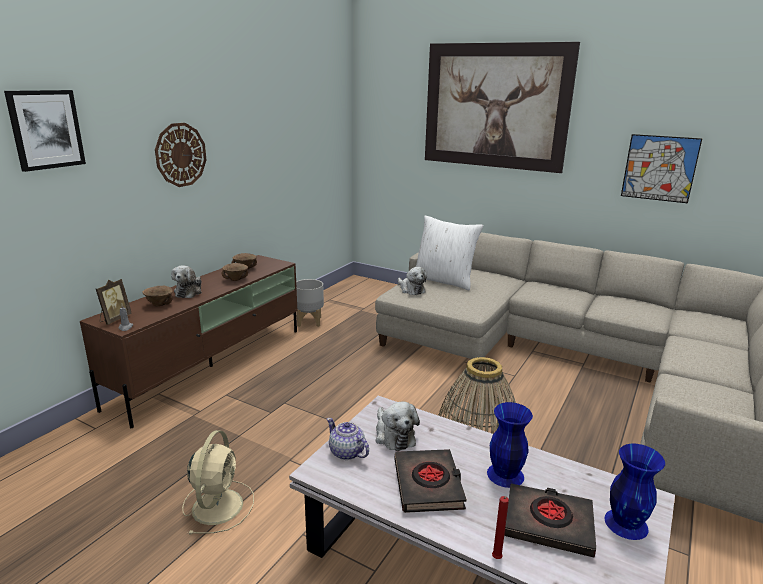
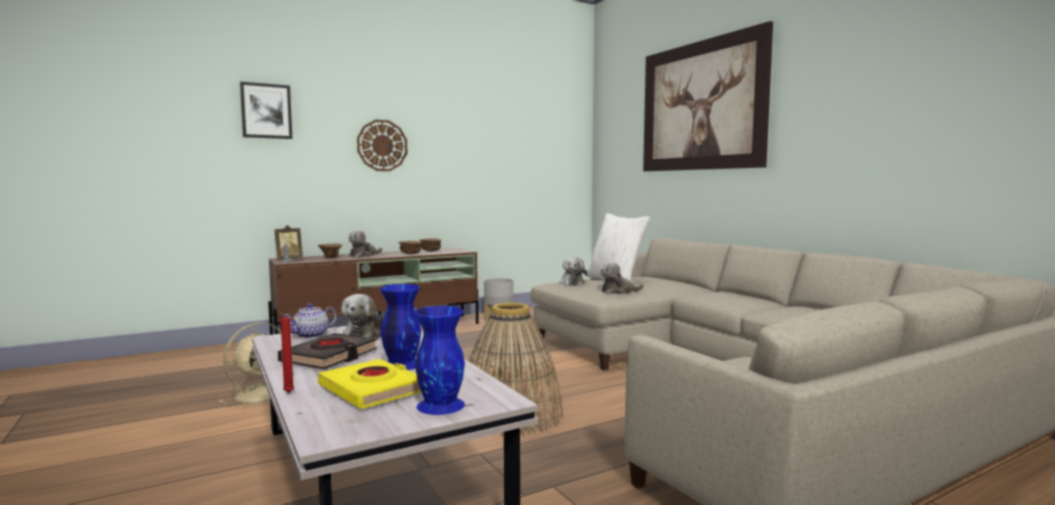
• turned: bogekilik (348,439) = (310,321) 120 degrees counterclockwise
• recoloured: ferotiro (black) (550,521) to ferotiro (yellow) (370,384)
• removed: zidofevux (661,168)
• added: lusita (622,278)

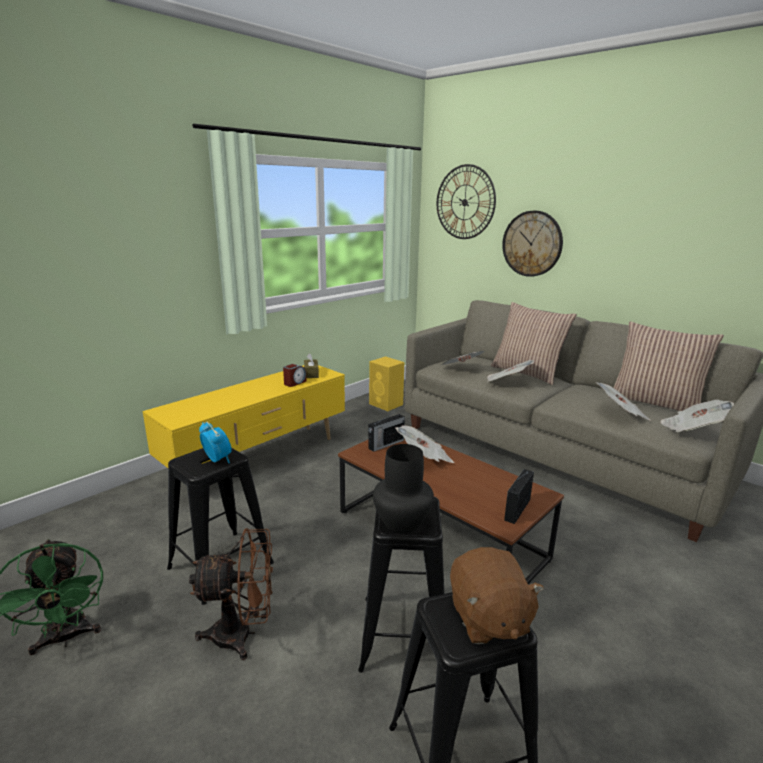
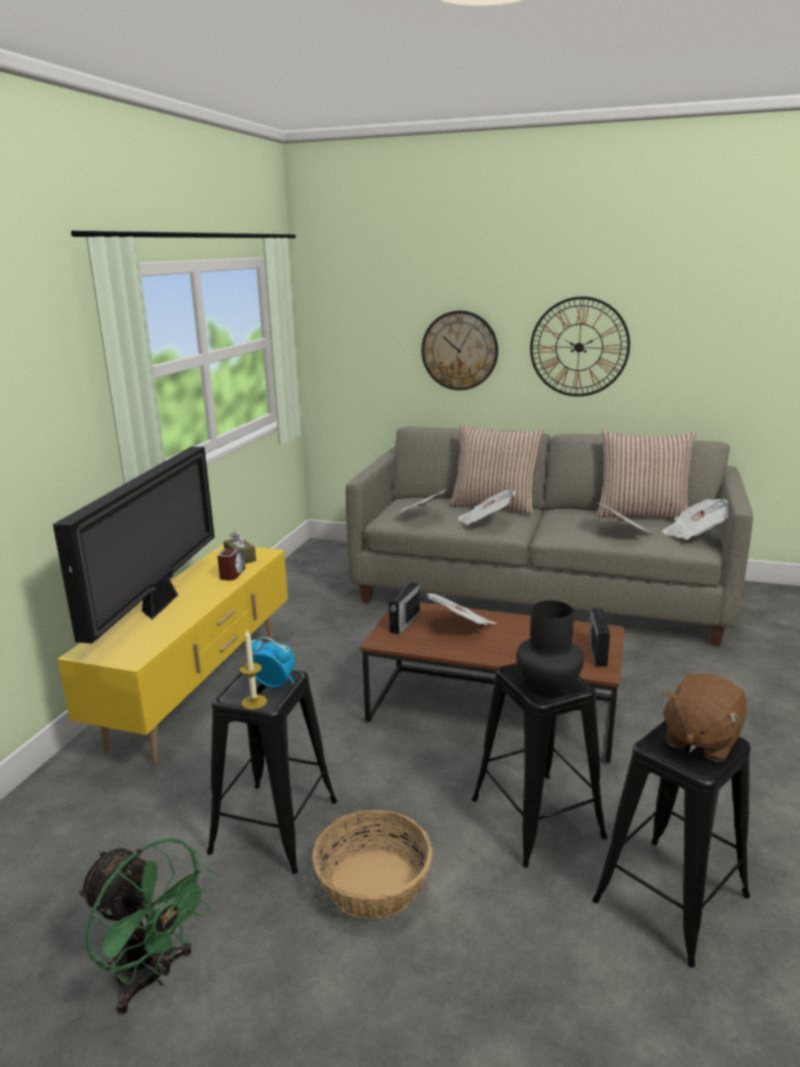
• replaced: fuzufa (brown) (231,594) to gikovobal (372,865)
• removed: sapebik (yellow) (386,383)
• moved: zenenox (466,201) to (580,346)
• turned: lusita (brown) (497,595) = (704,717) 75 degrees clockwise
• added: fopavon (134,545)
• added: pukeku (253,670)

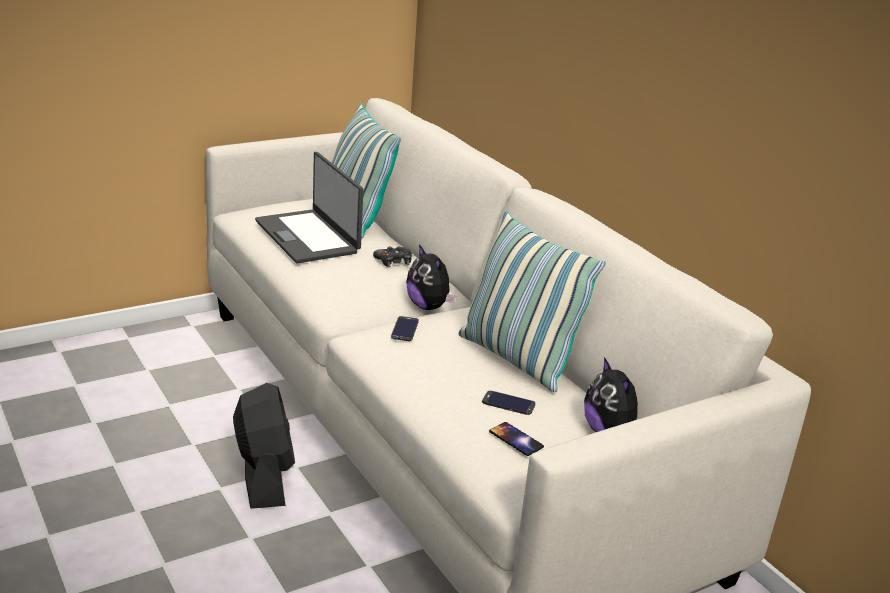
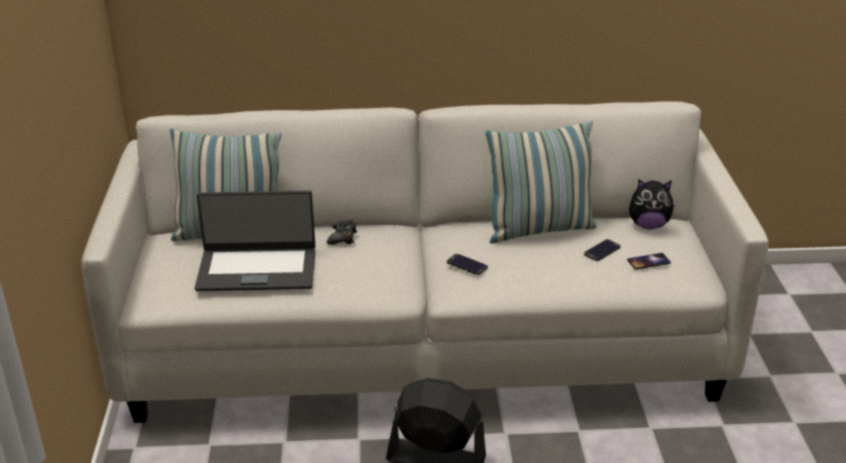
• removed: lusita (431,277)

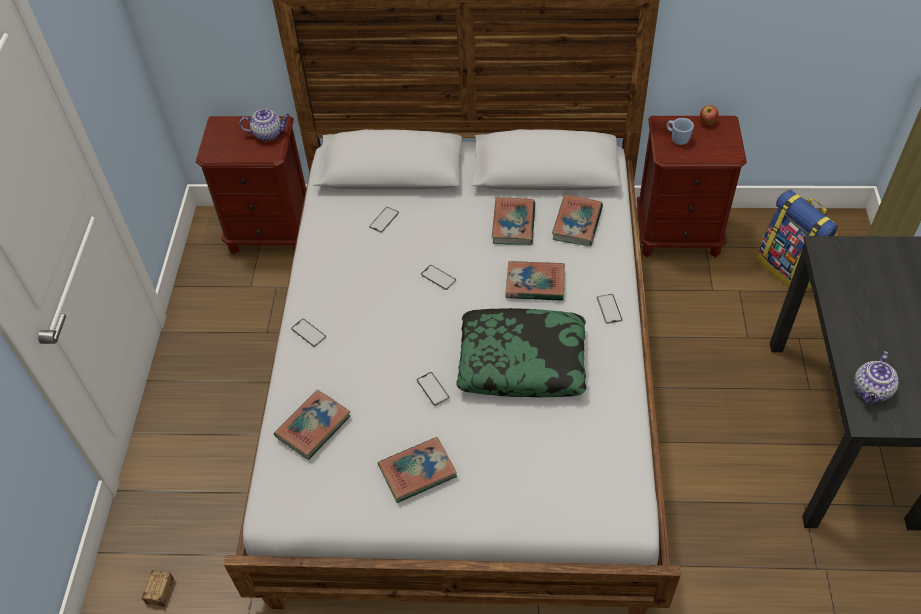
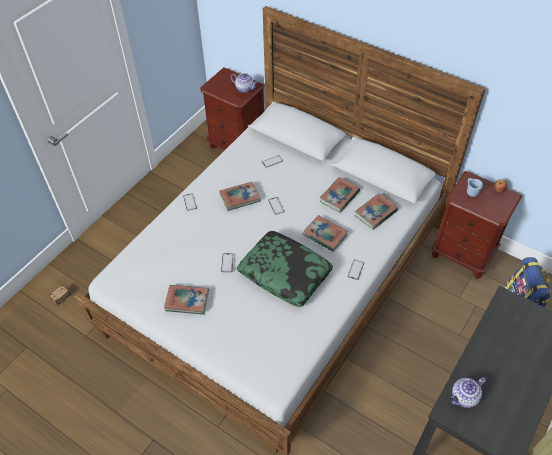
• moved: ferotiro (312,425) to (239,196)

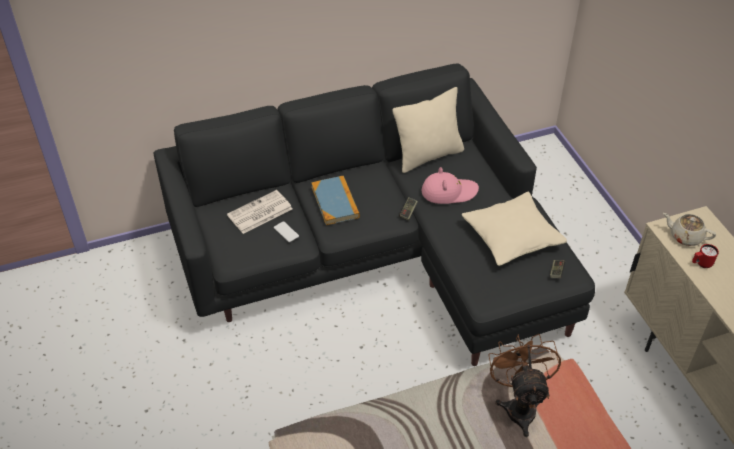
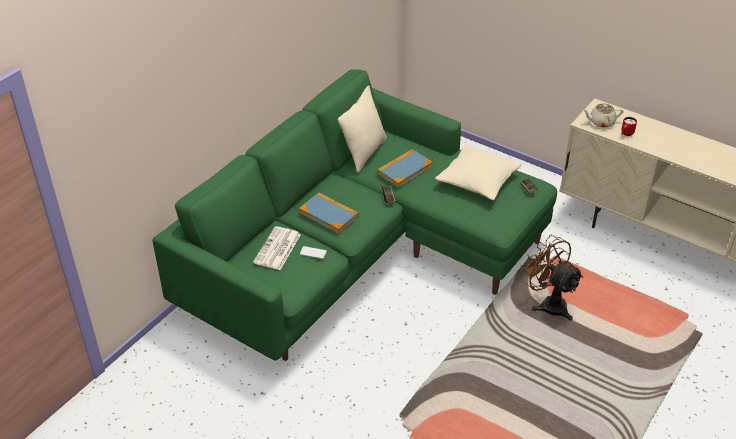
• recoloured: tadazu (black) (374,214) to tadazu (green) (355,215)
• replaced: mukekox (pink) (450,185) to ferotiro (405,168)

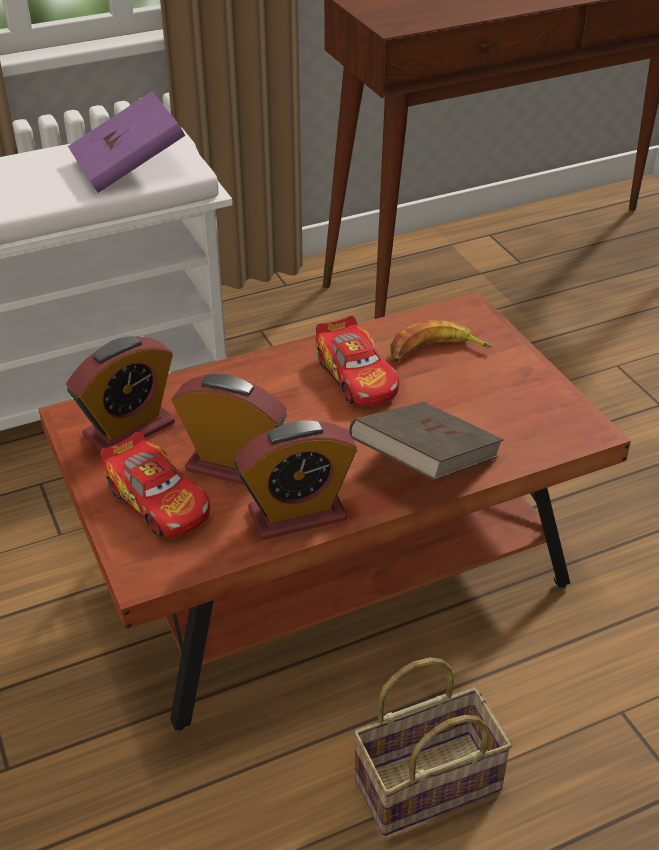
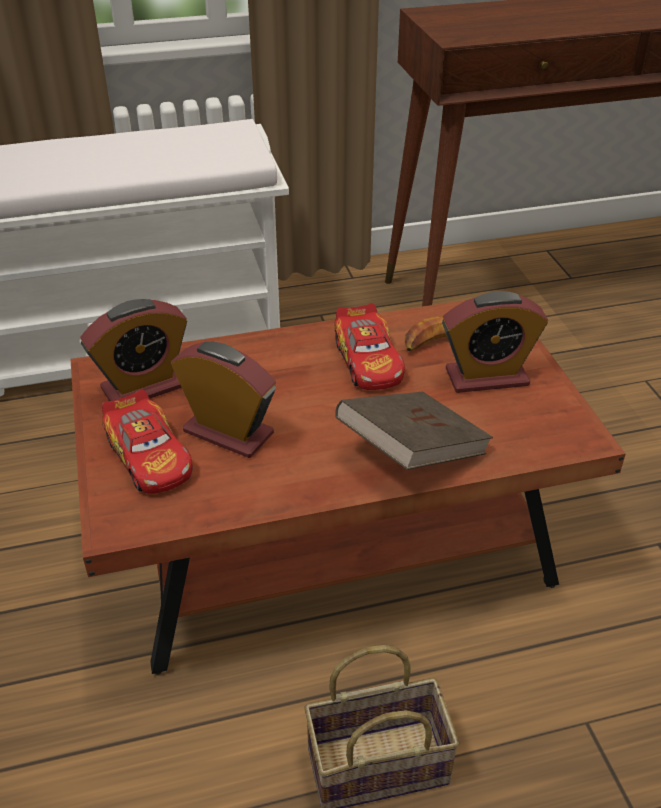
• removed: ferotiro (purple) (126,142)
• moved: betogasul (295,480) to (495,342)

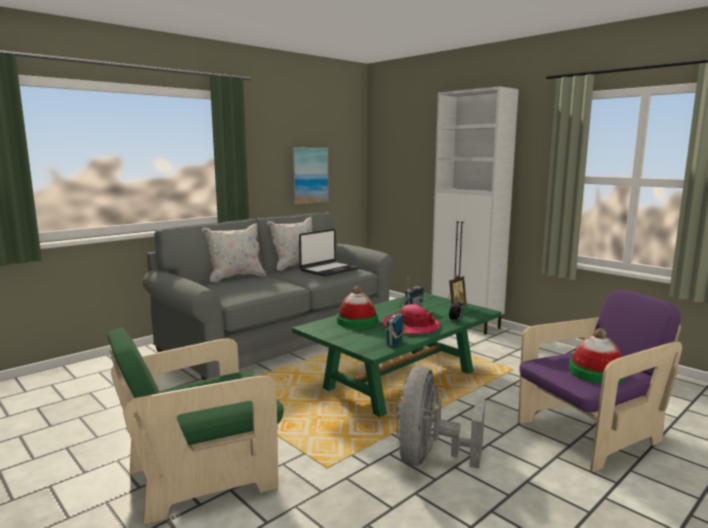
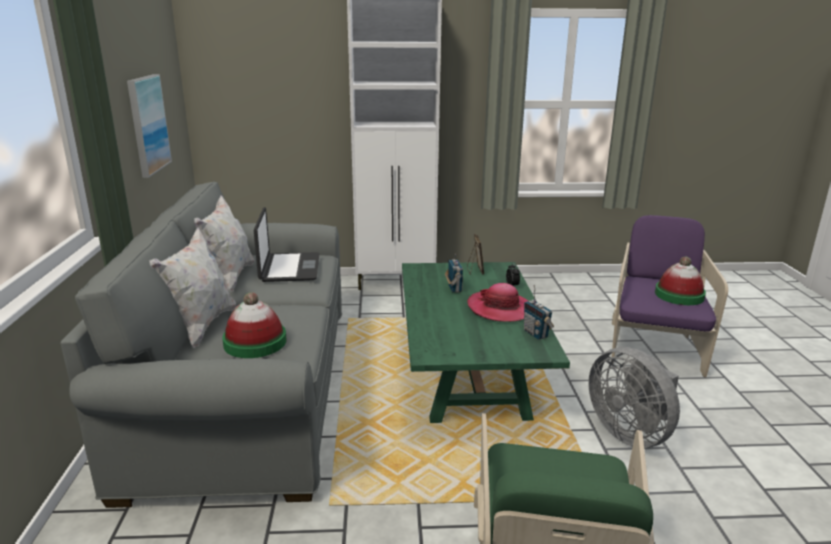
• moved: mukekox (357,307) to (254,325)

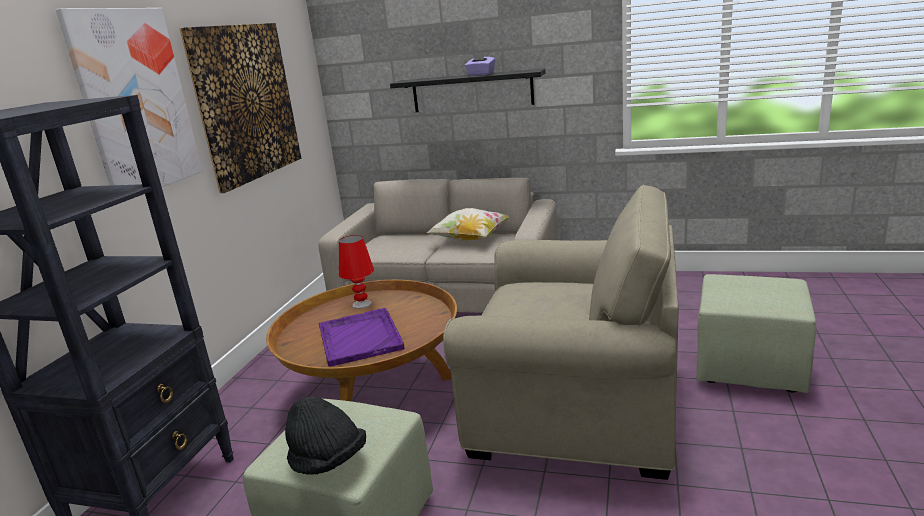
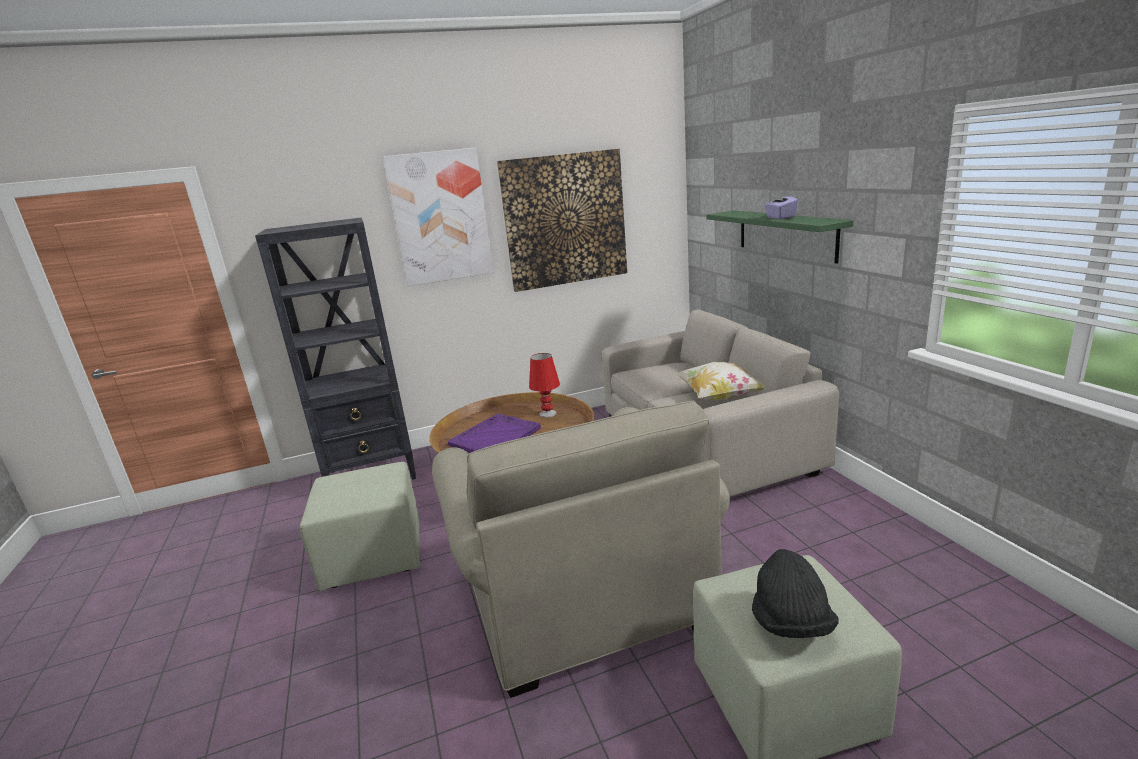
• moved: mukekox (black) (325,435) to (795,593)
• recoloured: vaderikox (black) (468,90) to vaderikox (green) (779,237)

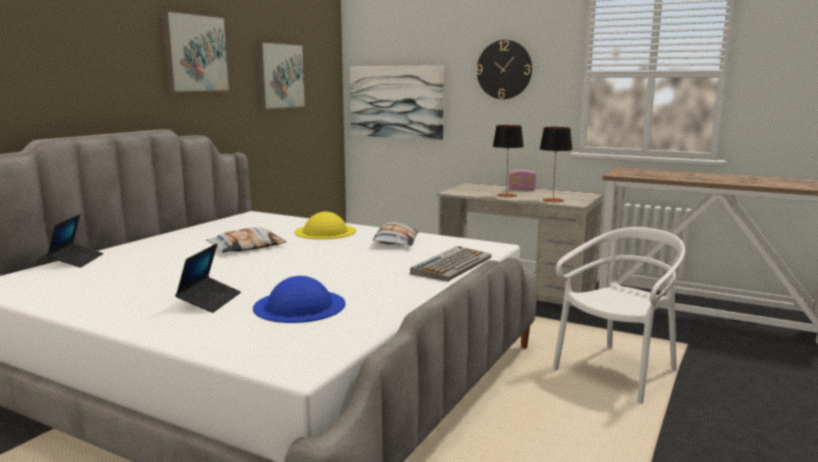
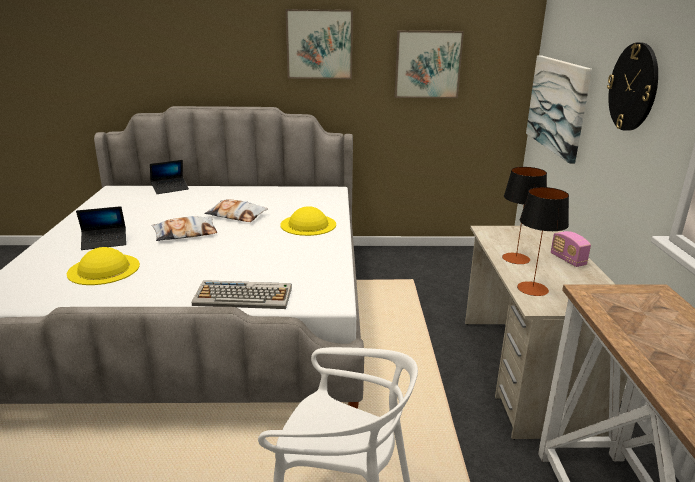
• recoloured: mukekox (blue) (299,299) to mukekox (yellow) (103,266)
• moved: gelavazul (395,234) to (184,228)

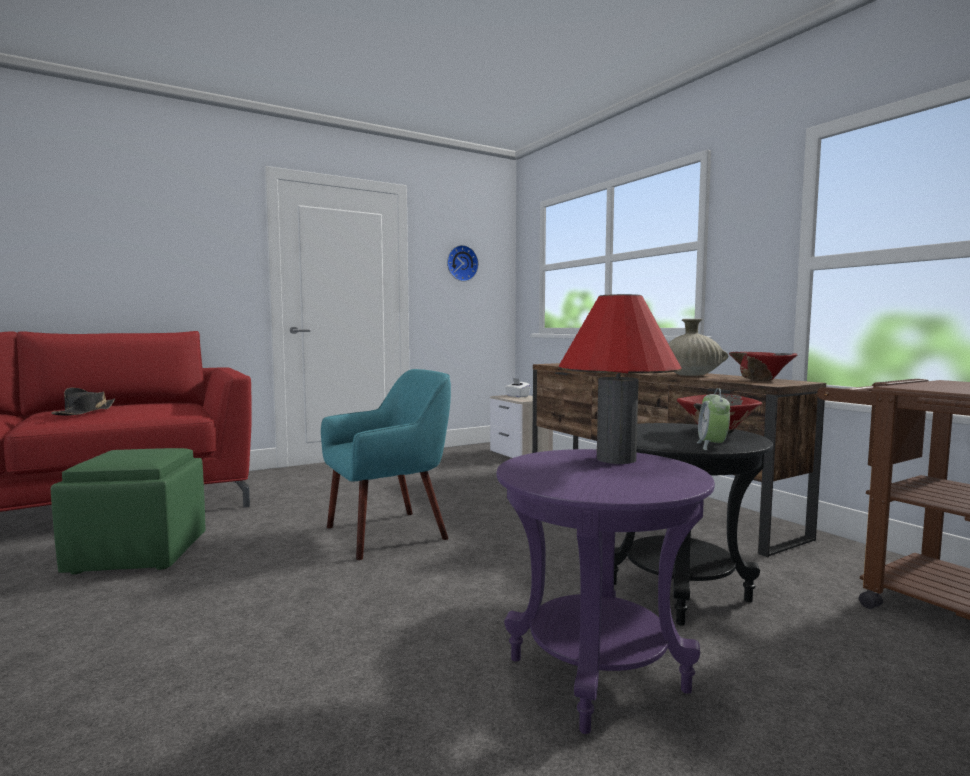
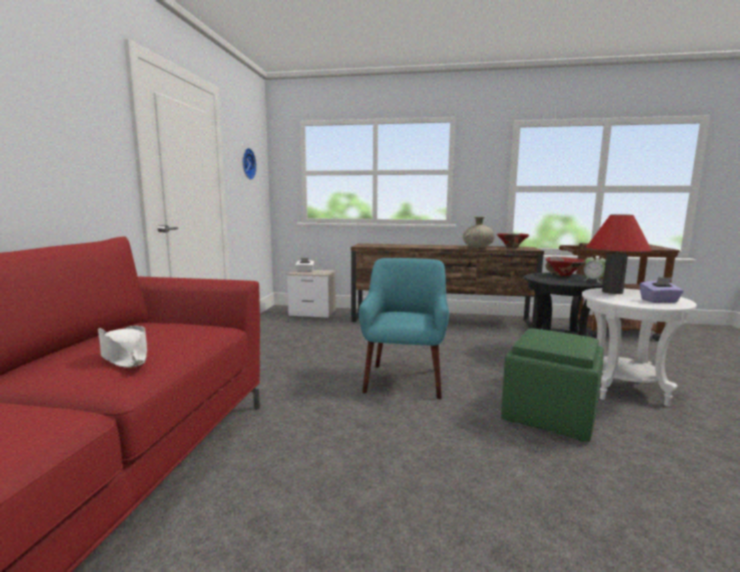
• recoloured: mukekox (black) (83,402) to mukekox (white) (122,346)
• moved: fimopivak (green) (128,511) to (552,385)
• recoloured: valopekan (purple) (606,591) to valopekan (white) (639,347)
• added: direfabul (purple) (662,290)

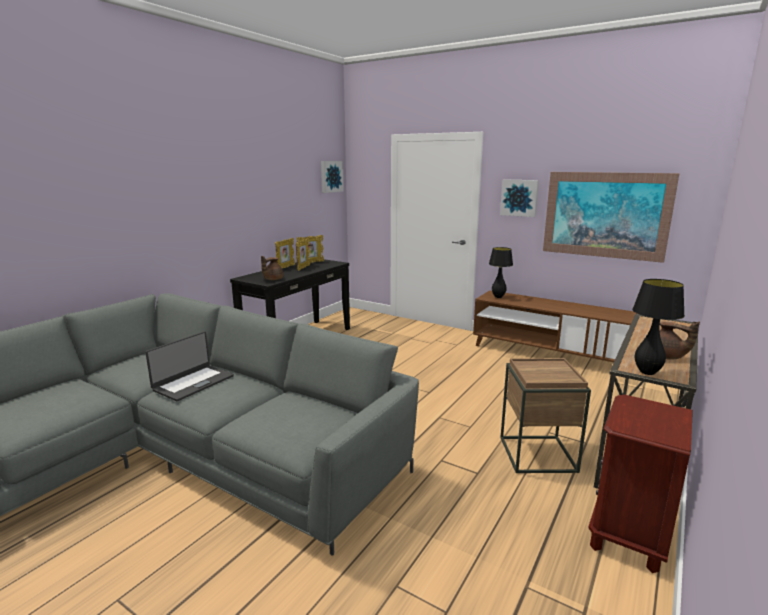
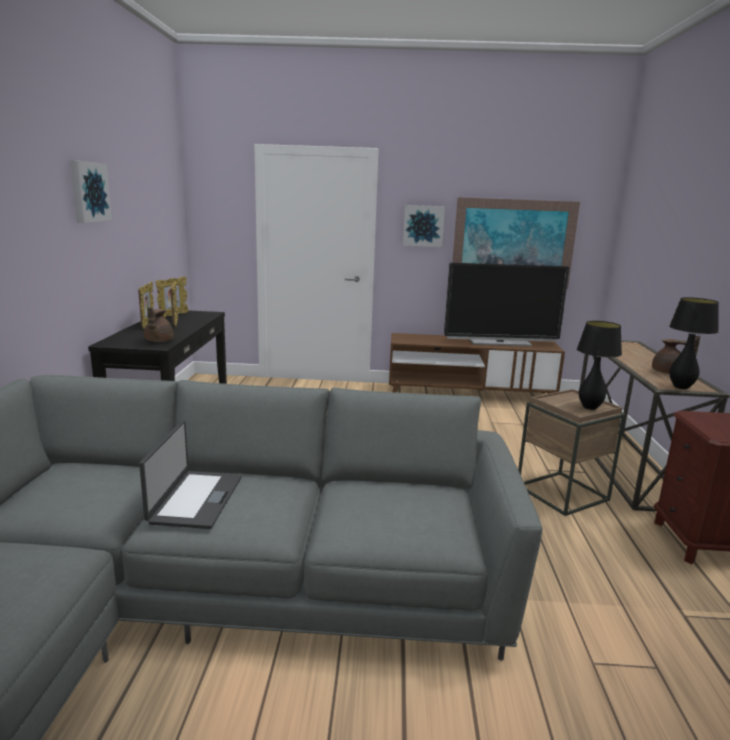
• moved: zidofevux (332,177) to (91,191)
• moved: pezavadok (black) (501,272) to (599,365)
• added: fopavon (507,304)

